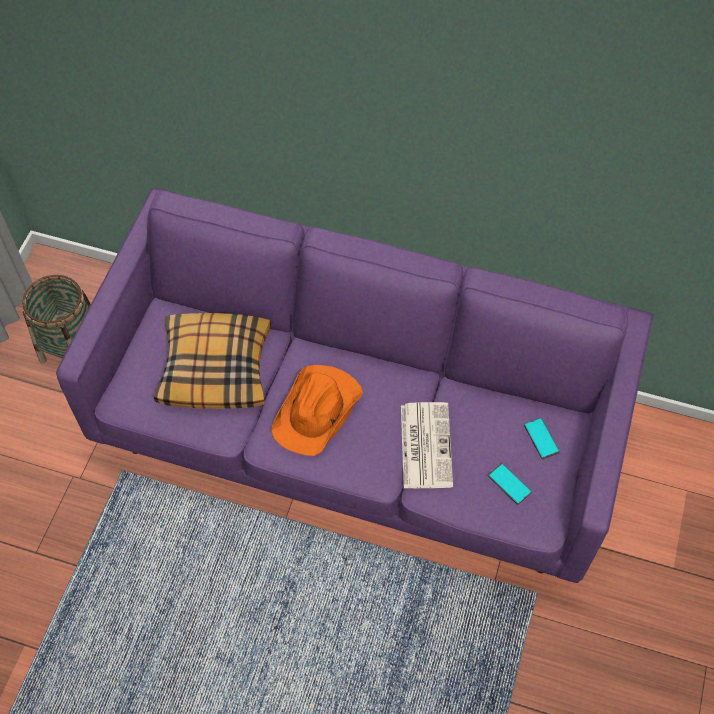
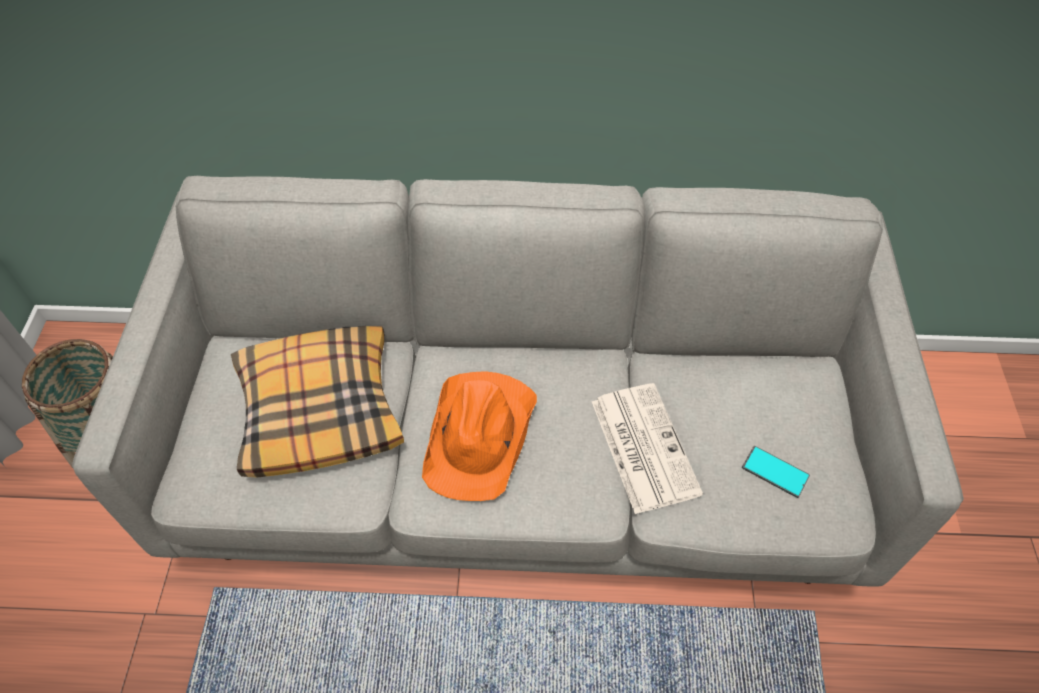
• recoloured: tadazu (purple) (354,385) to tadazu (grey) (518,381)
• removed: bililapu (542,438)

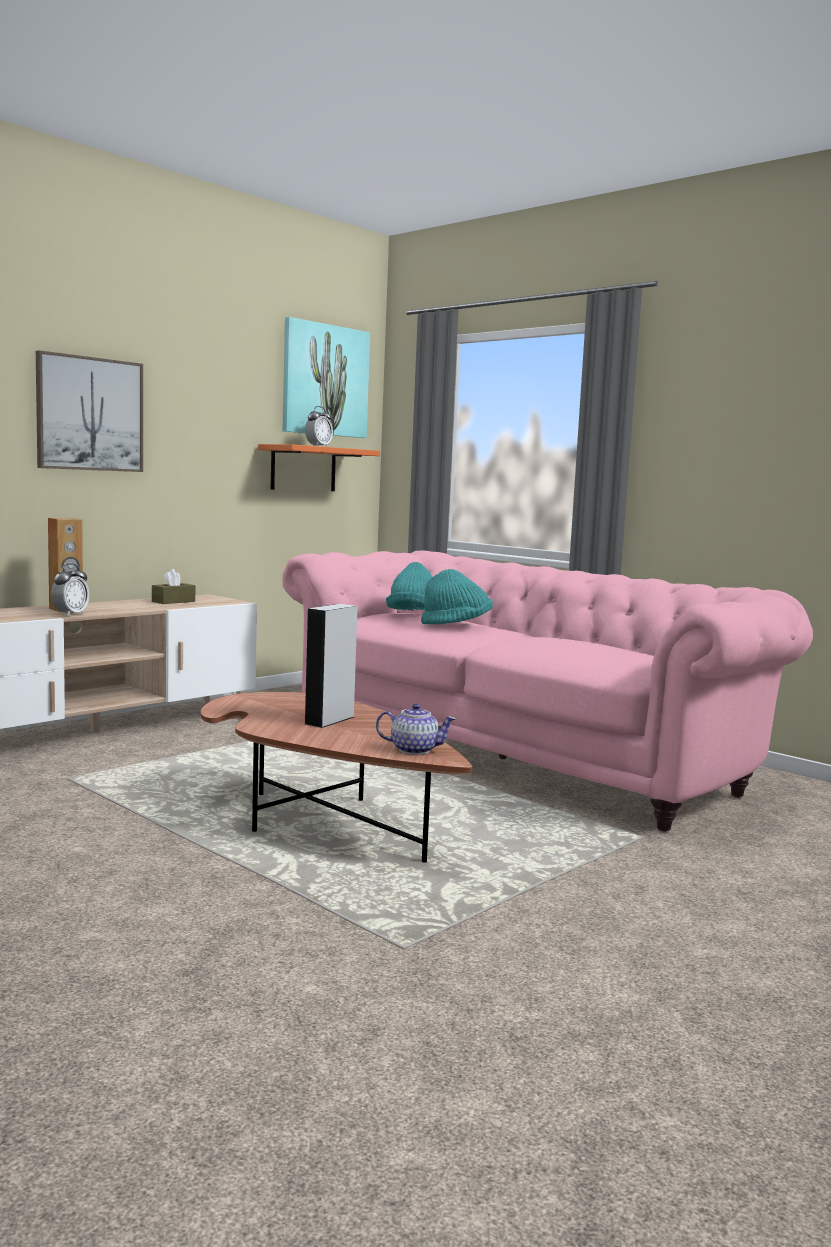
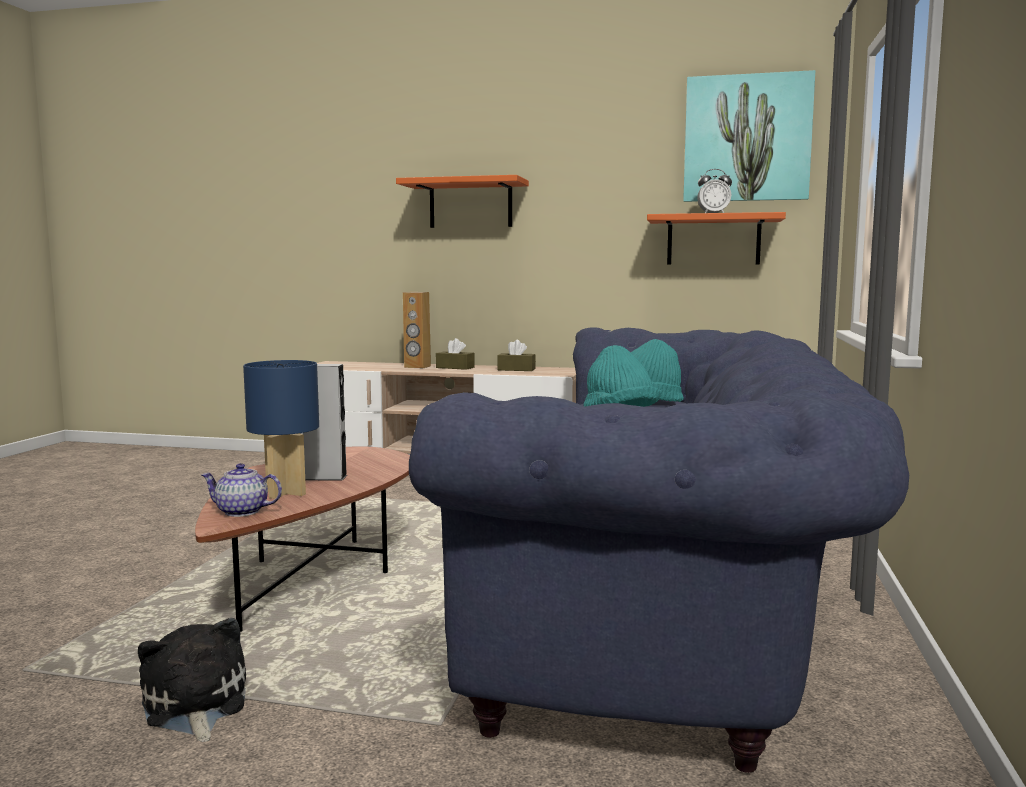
• replaced: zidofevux (89,411) to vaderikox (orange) (462,201)
• removed: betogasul (70,589)
• recoloured: tadazu (pink) (547,691) to tadazu (blue) (659,550)
• turned: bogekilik (416,729) = (241,490) 120 degrees clockwise
• added: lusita (192,680)
• added: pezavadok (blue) (281,429)
• added: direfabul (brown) (455,354)

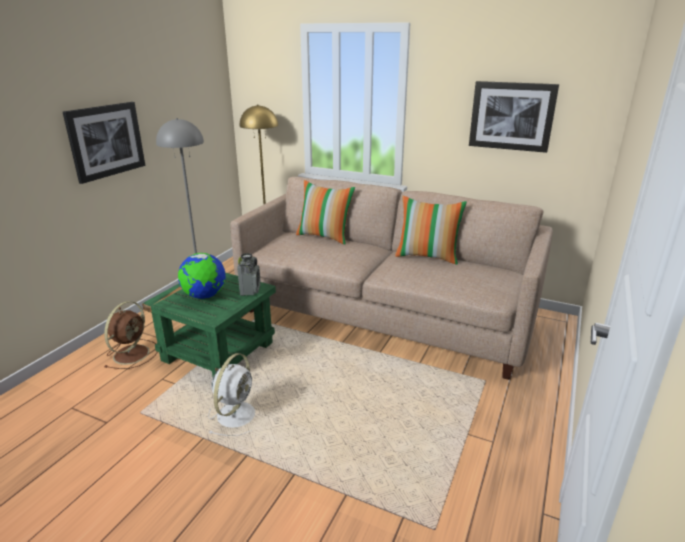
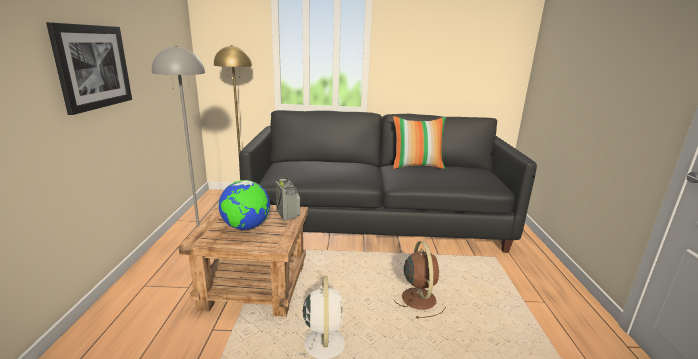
• moved: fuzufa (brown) (130,335) to (419,280)
• recoloured: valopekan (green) (209,324) to valopekan (brown) (243,261)
• recoloured: tadazu (beige) (391,278) to tadazu (black) (388,181)
• removed: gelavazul (325,212)
• removed: zidofevux (514,117)

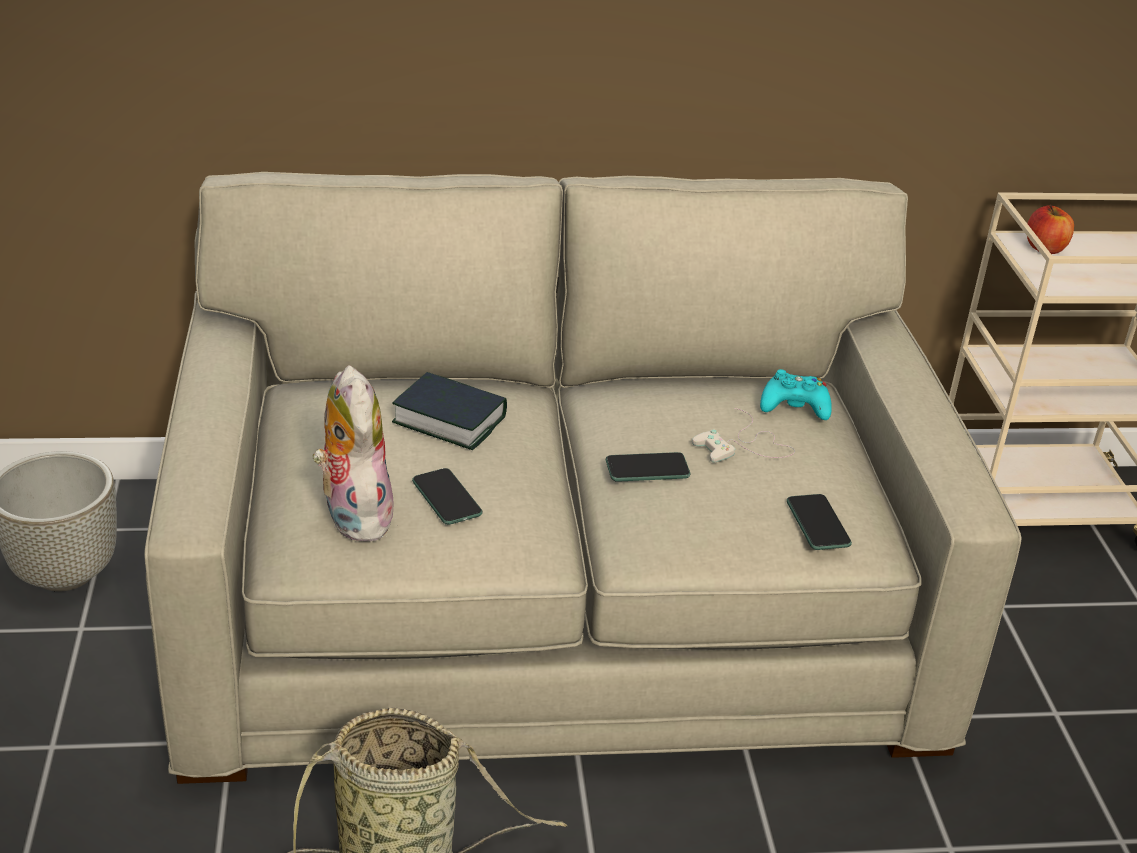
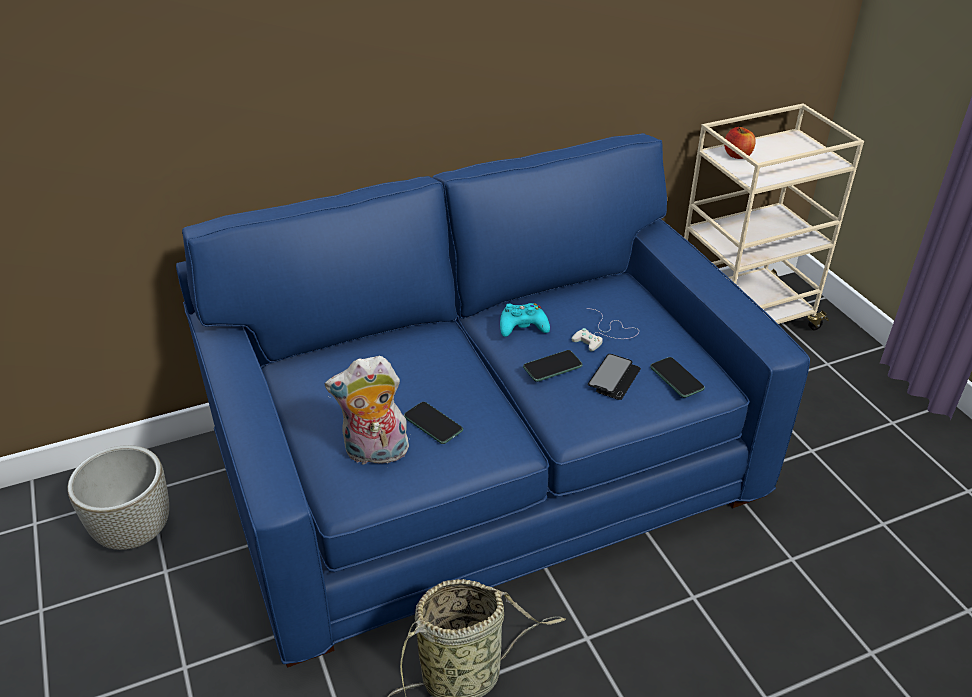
• recoloured: tadazu (beige) (583,478) to tadazu (blue) (493,400)
• turned: lusita (353,453) = (367,412) 60 degrees counterclockwise
• removed: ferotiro (449,411)
• moved: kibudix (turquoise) (796,394) to (525,320)
• added: bililapu (614,377)

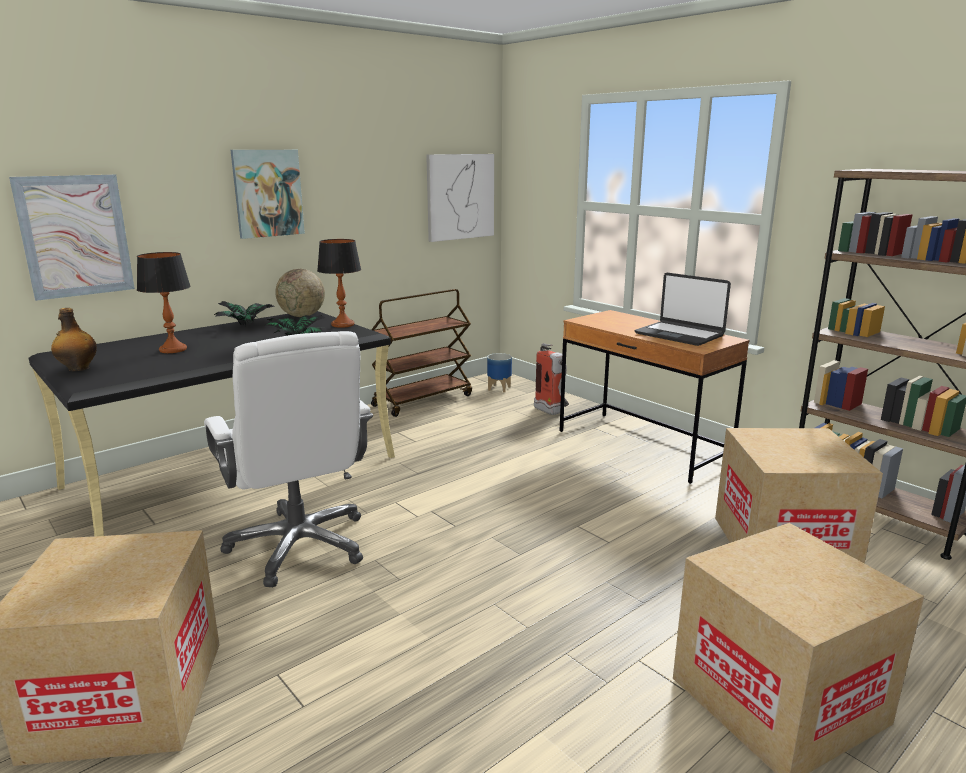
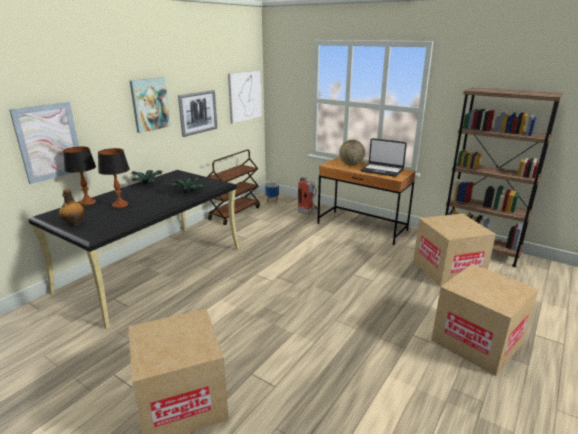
• removed: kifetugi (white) (288,459)
• moved: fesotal (300,293) to (352,153)
• moved: pezavadok (339,283) to (80,176)
• added: zidofevux (197,113)

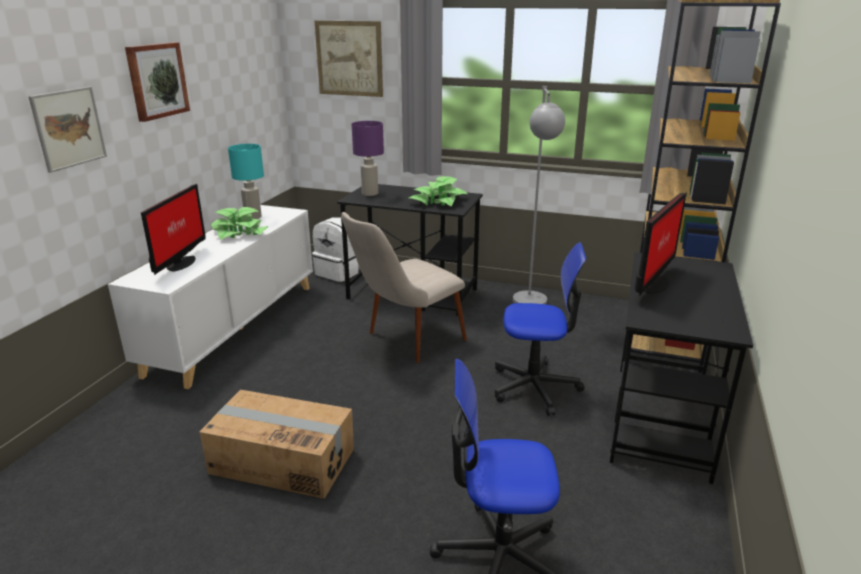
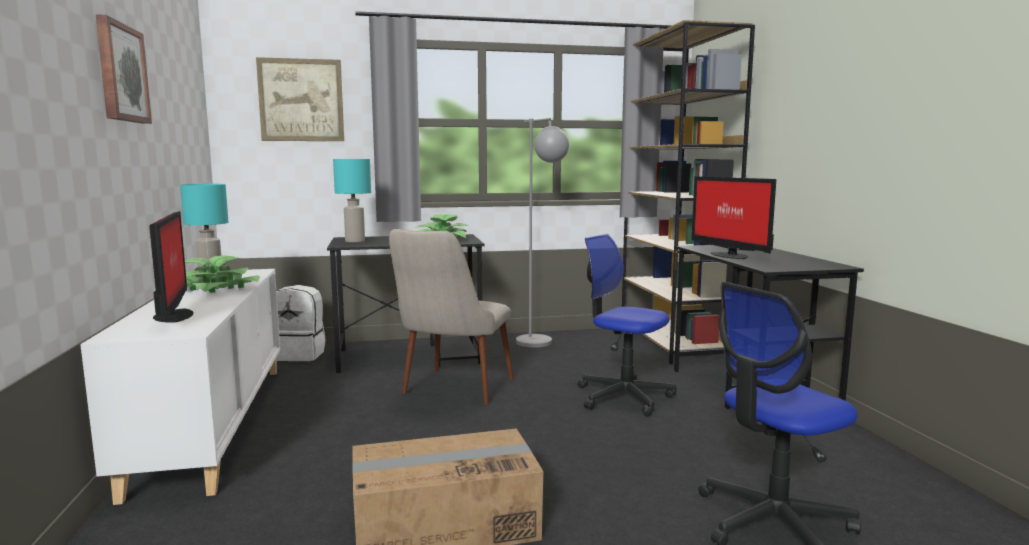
• removed: zidofevux (67,130)
• recoloured: pezavadok (purple) (368,158) to pezavadok (turquoise) (352,201)
• turned: kifetugi (541,329) = (627,325) 120 degrees counterclockwise
• turned: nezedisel (661,244) = (734,217) 150 degrees clockwise

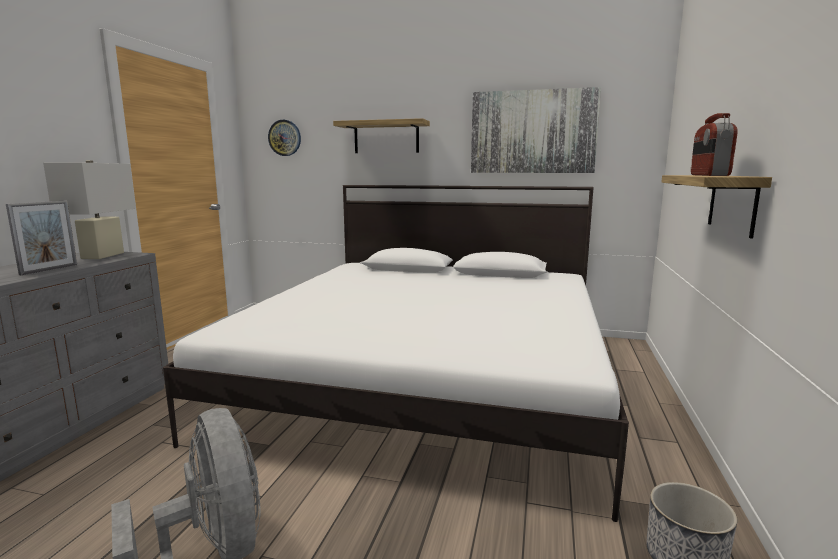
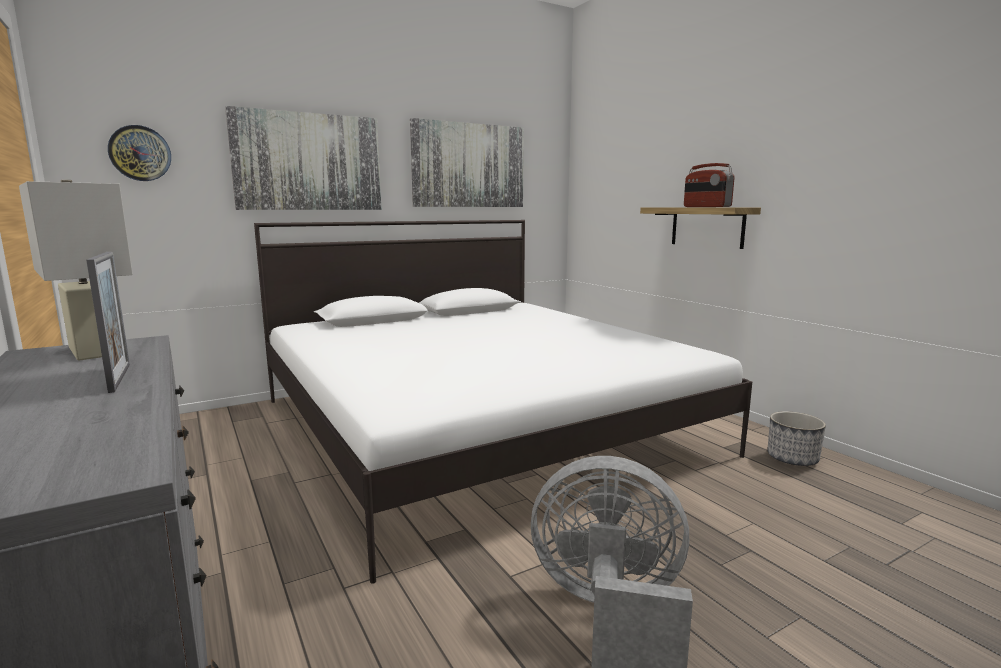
• replaced: vaderikox (381,135) to zidofevux (303,158)

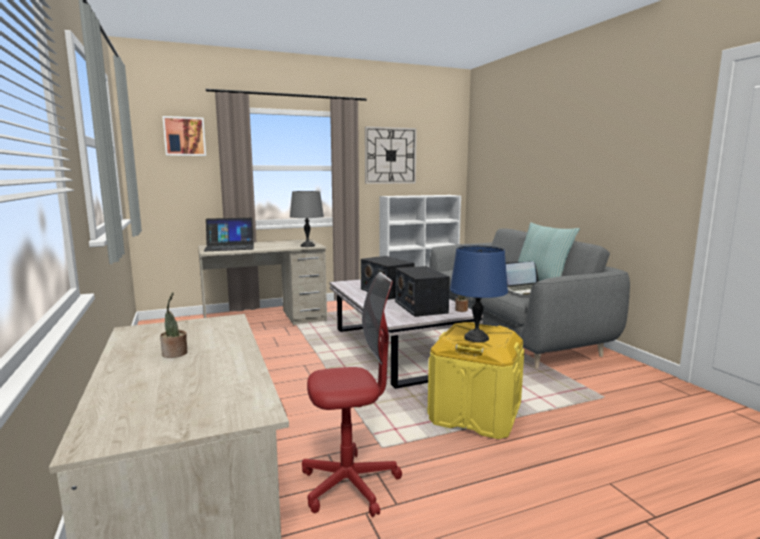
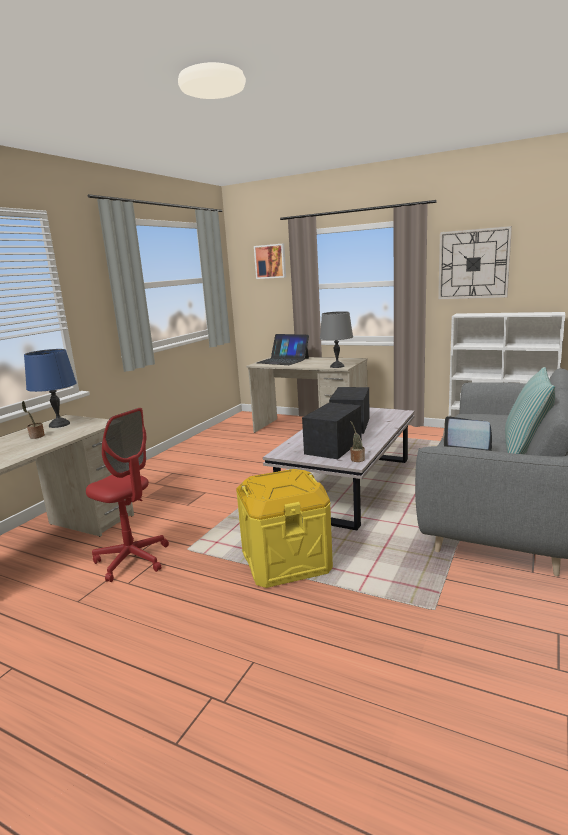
• moved: pezavadok (blue) (479,293) to (50,388)

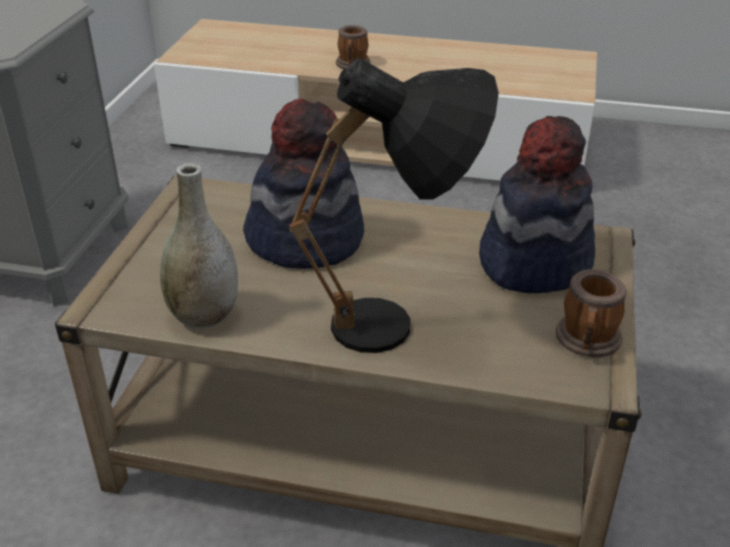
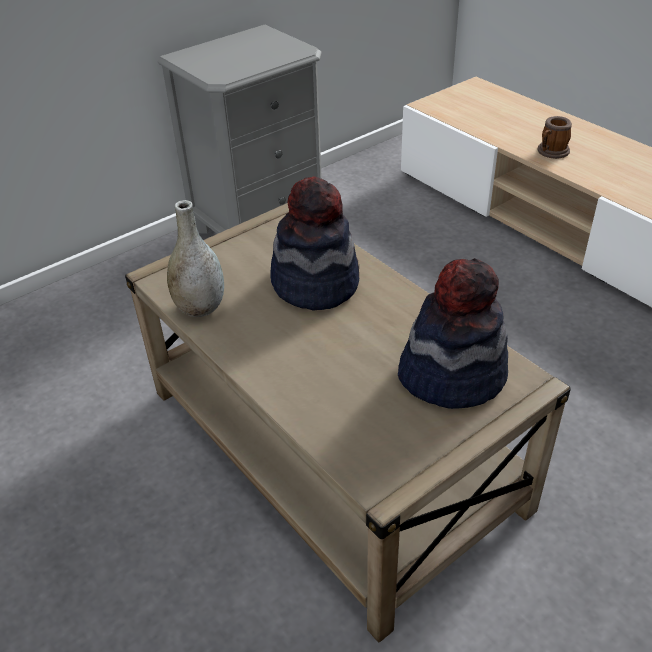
• removed: pezavadok (black) (394,205)
• removed: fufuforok (591,313)

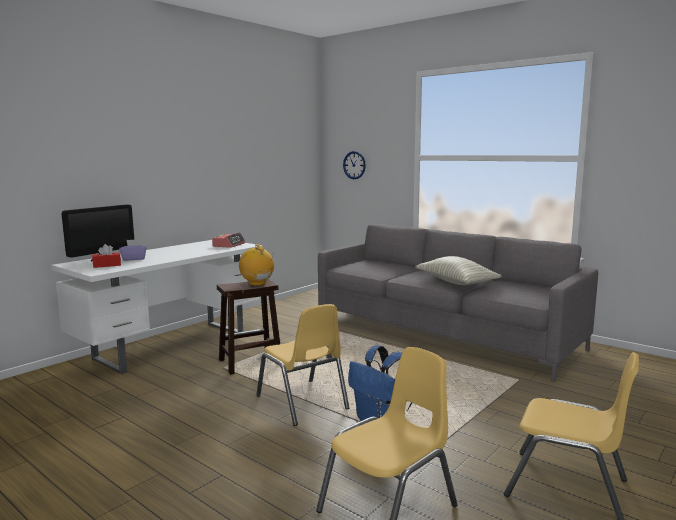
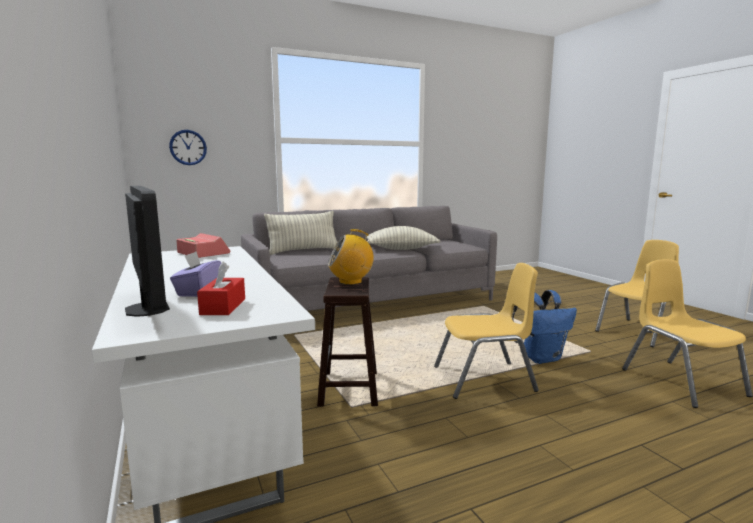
• added: gelavazul (300,233)

